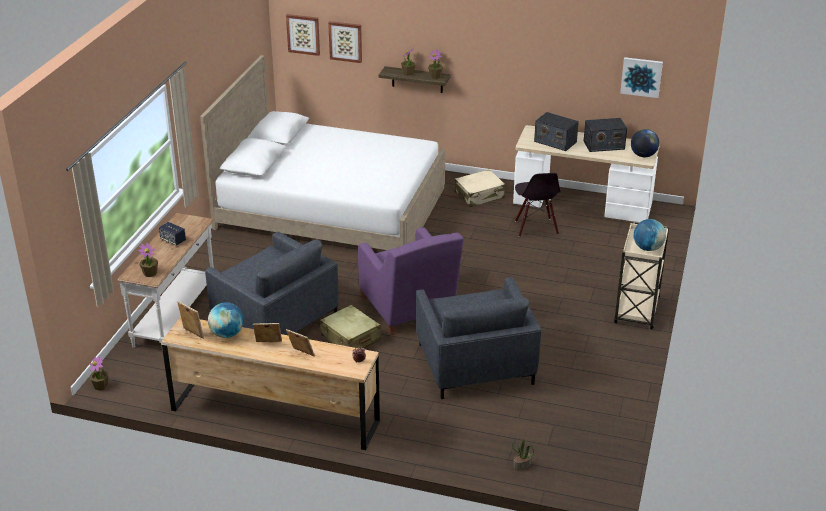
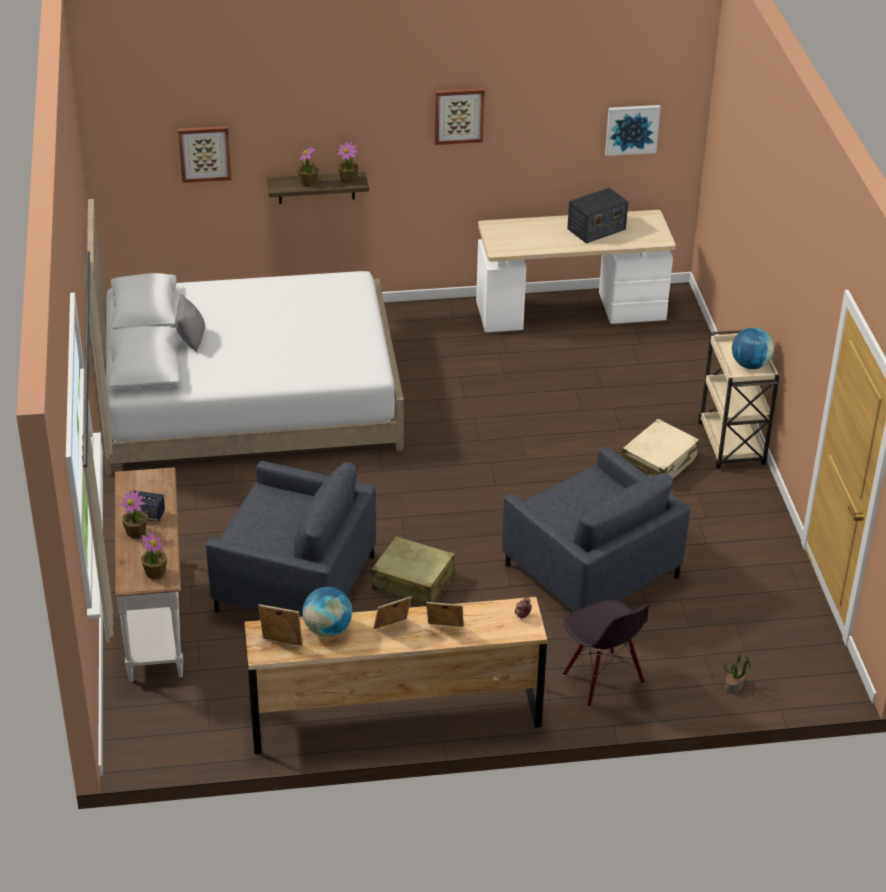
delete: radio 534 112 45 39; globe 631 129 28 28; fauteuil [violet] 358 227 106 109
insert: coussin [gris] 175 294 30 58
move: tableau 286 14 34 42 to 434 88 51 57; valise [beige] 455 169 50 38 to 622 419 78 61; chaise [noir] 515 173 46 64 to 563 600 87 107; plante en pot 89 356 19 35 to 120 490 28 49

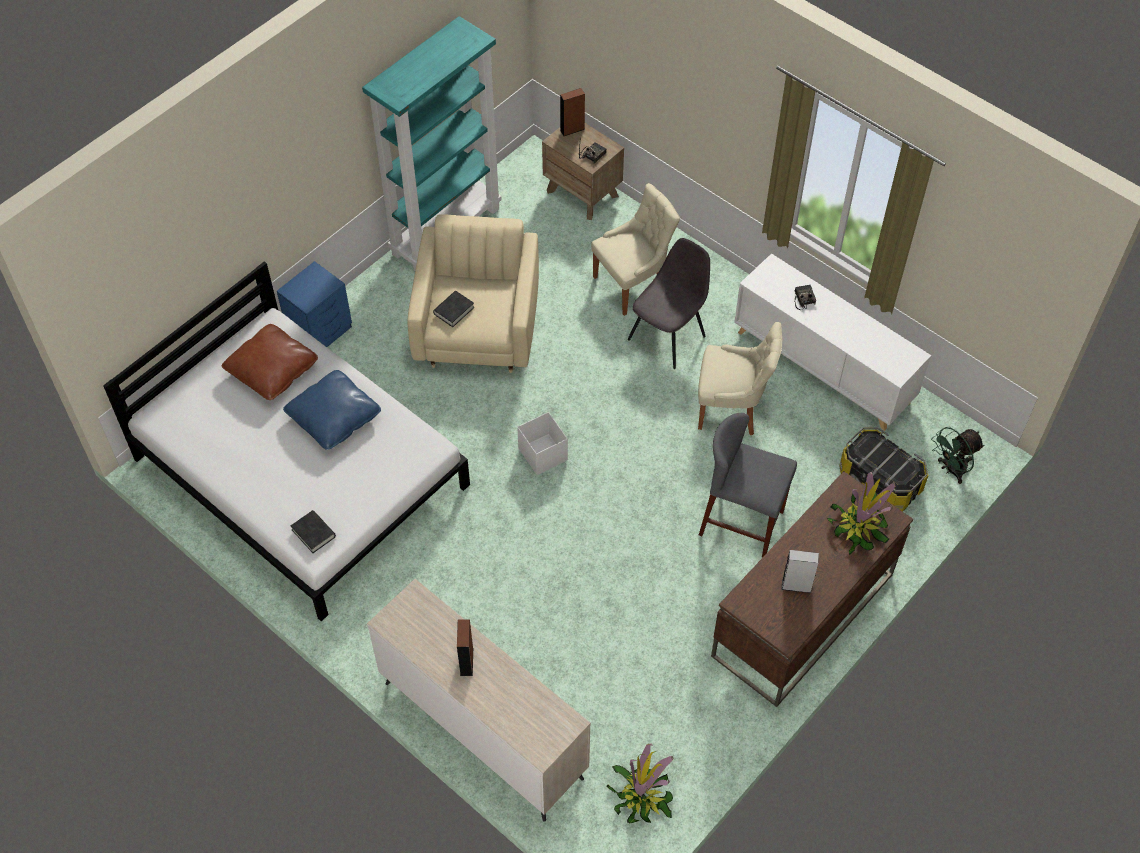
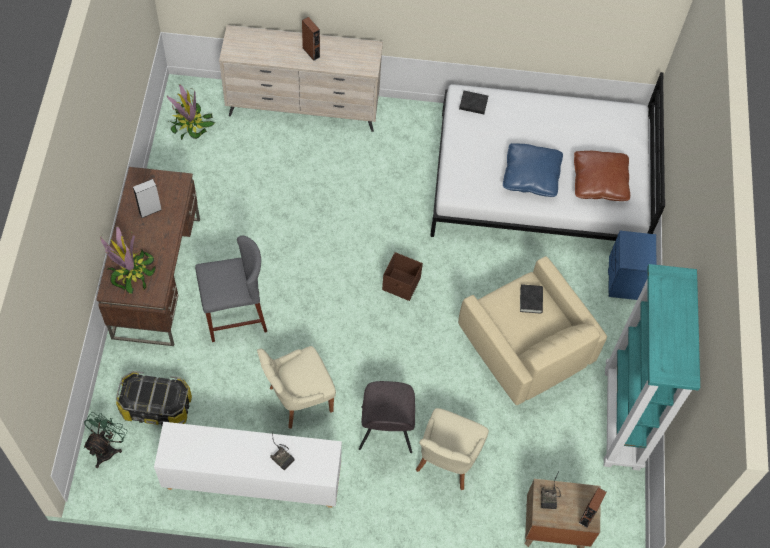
recolor: boîte de rangement [blanc] 517 412 51 63 to boîte de rangement [marron] 382 252 41 49

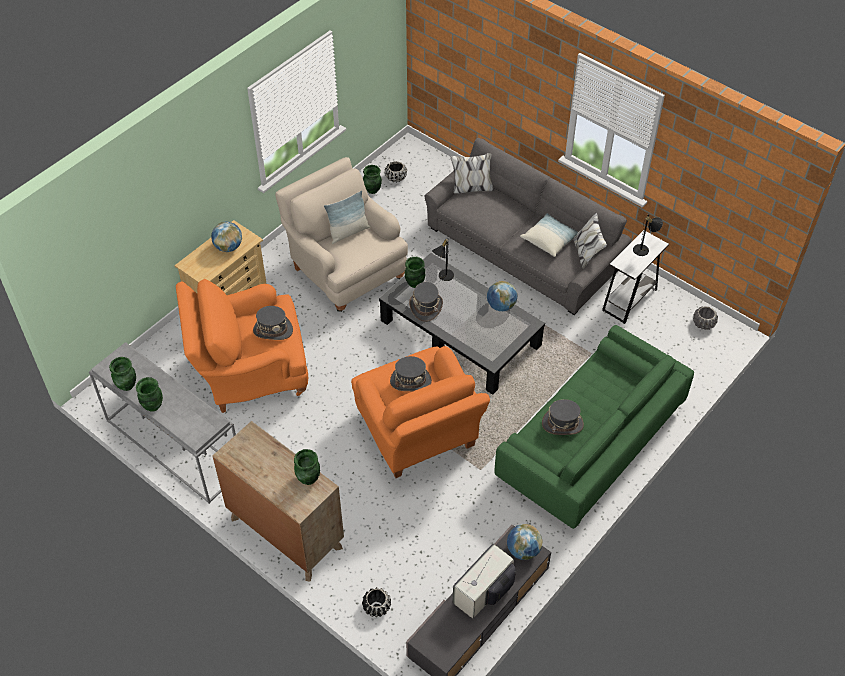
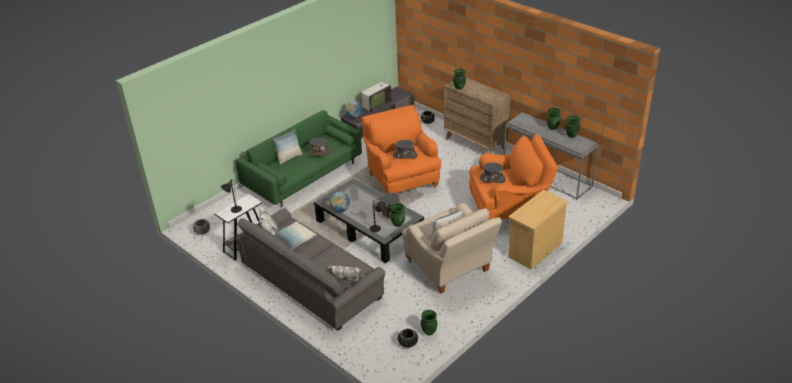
delete: globe 211 222 31 30
insert: coussin 272 129 31 36

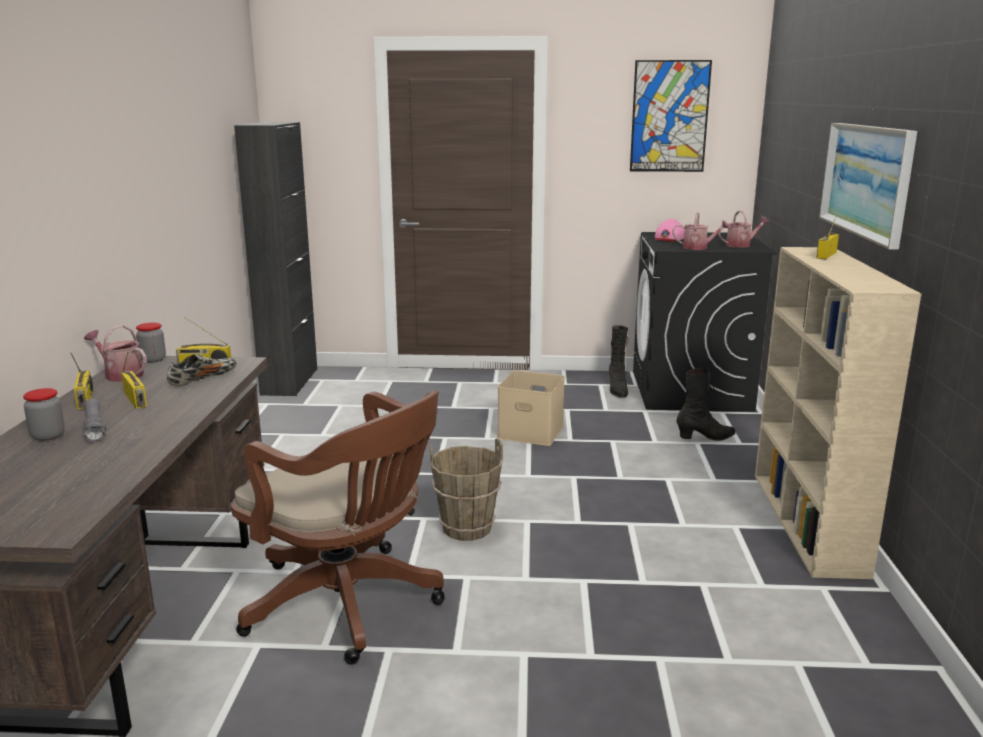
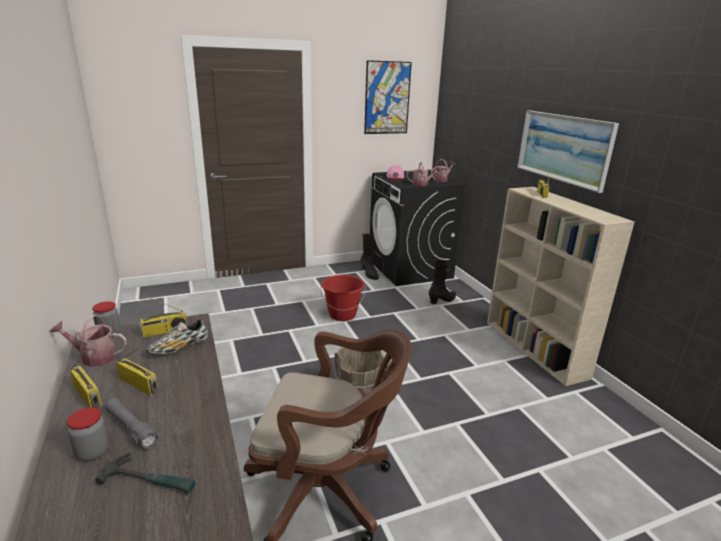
delete: meuble de rangement [noir] 234 122 83 274
insert: marteau 95 453 100 40
replace: boîte de rangement [beige] 498 370 67 76 to seau [rouge] 321 275 44 46
rotate: chaussure 167 354 69 33 = 146 319 62 36 150 degrees counterclockwise

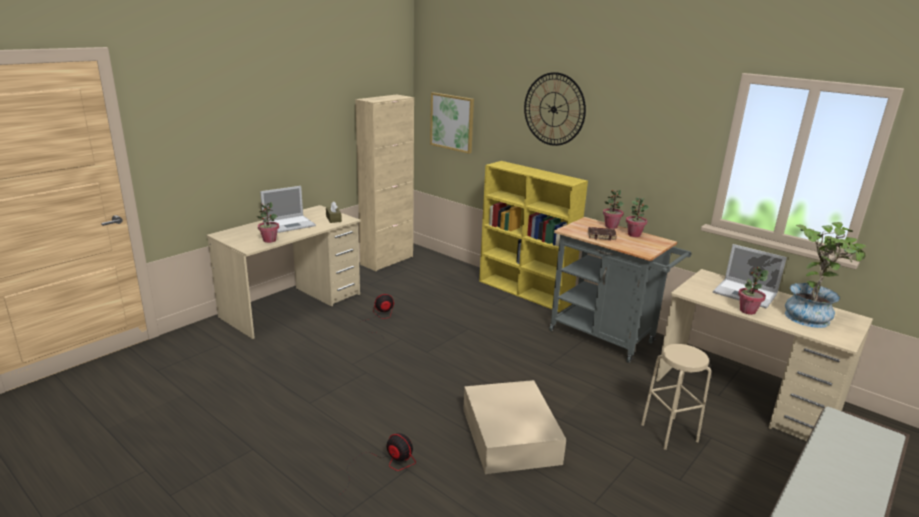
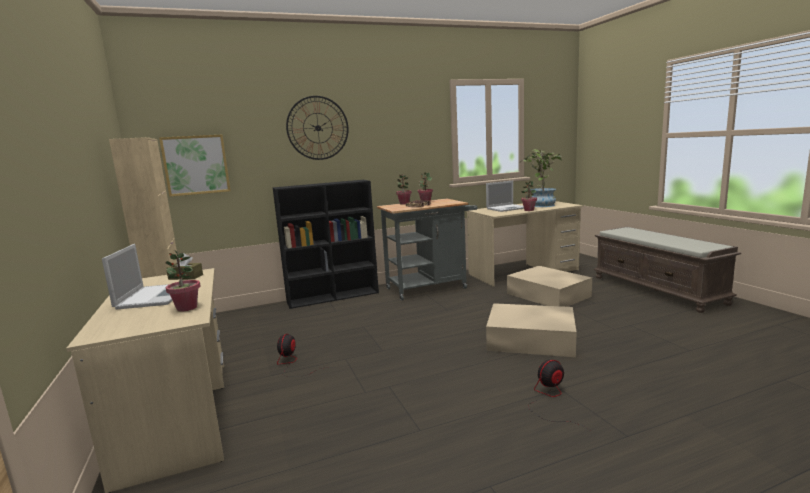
replace: tabouret [beige] 641 344 70 106 to boîte de rangement [beige] 507 266 85 41
recolor: bibliothèque [jaune] 479 161 109 151 to bibliothèque [noir] 273 180 106 129

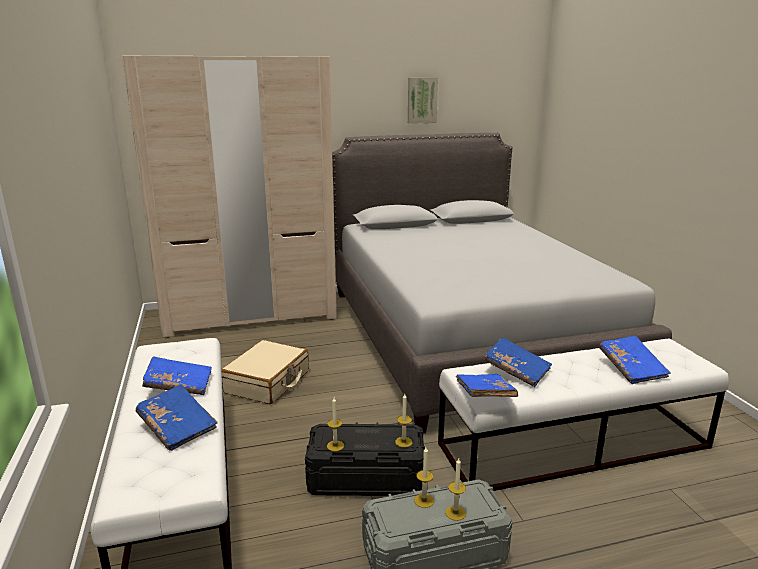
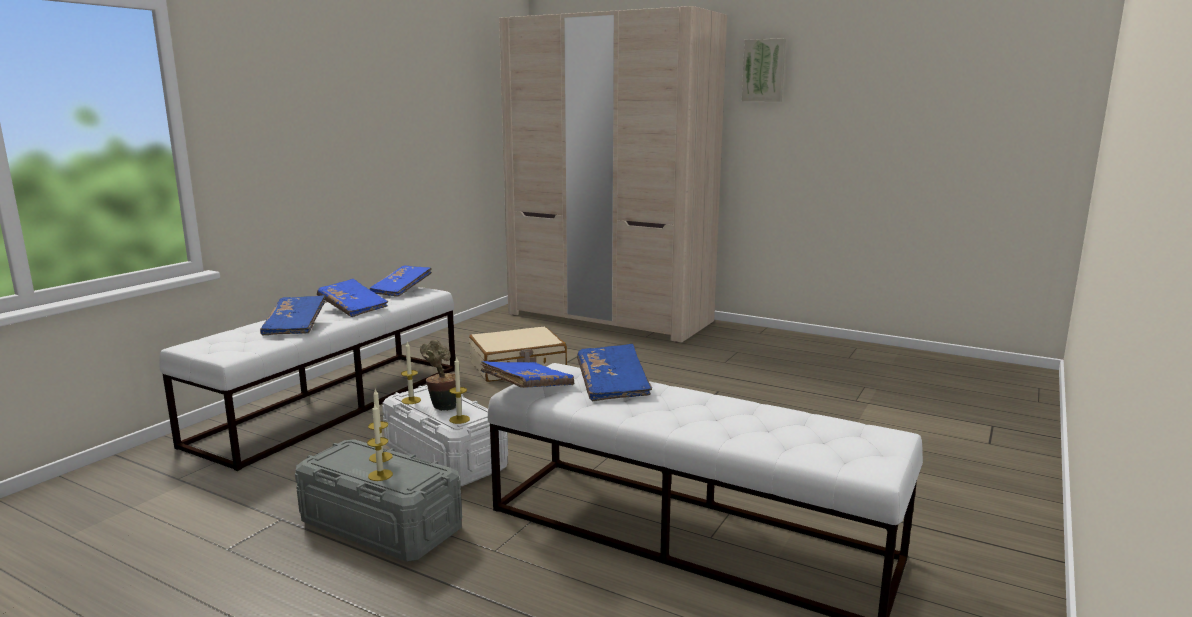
delete: lit [gris] 332 133 340 300
insert: plante en pot 420 340 36 71
move: tableau 408 77 30 47 to 742 38 44 63; livre [bleu] 599 335 72 49 to 370 265 62 32
recolor: boîte de rangement [noir] 305 422 120 74 to boîte de rangement [blanc] 382 385 126 101

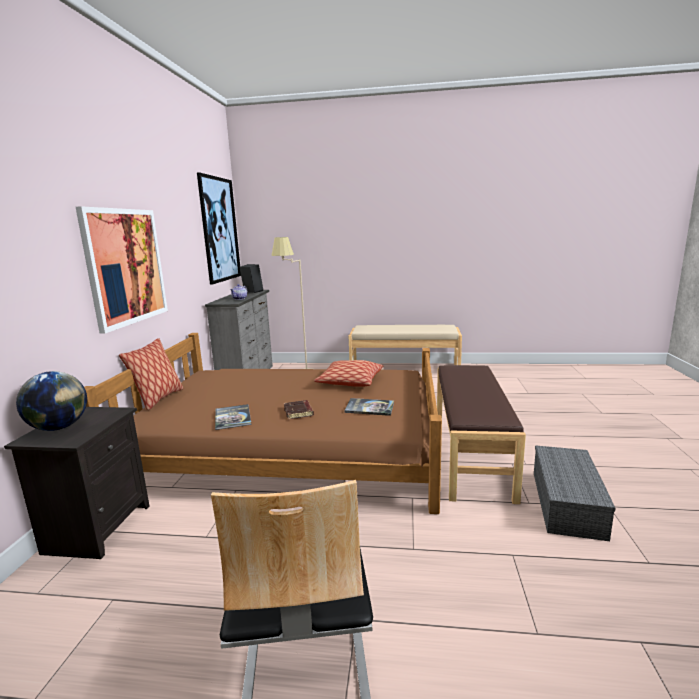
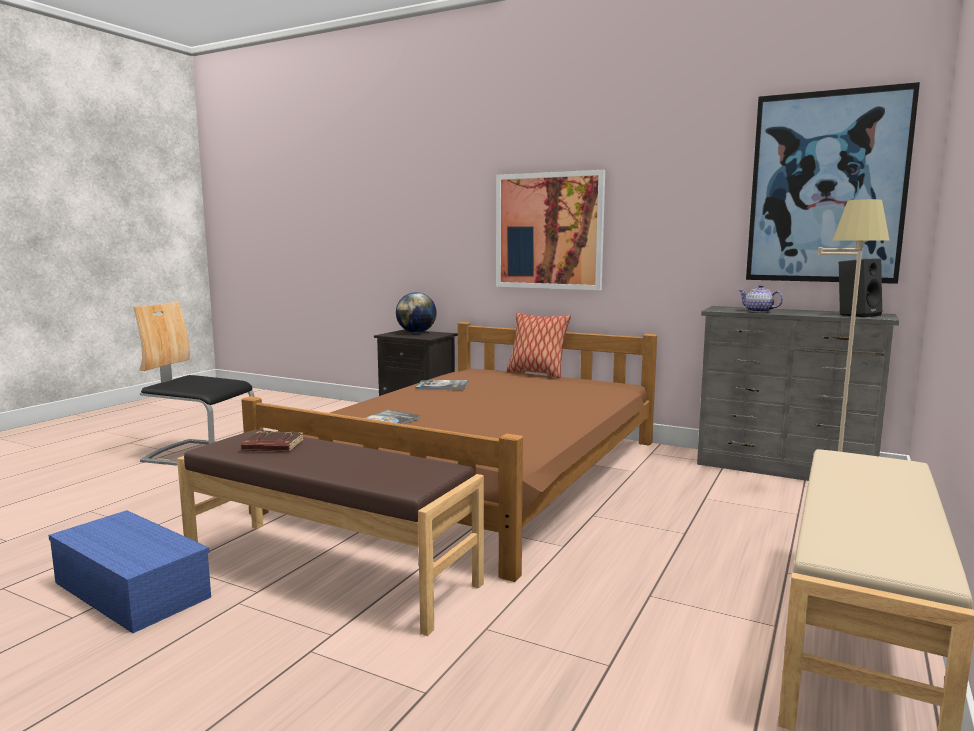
delete: coussin 314 360 69 27
move: livre [marron] 284 400 30 19 to 241 431 63 21
recolor: boîte de rangement [gris] 534 445 81 96 to boîte de rangement [bleu] 48 510 163 123

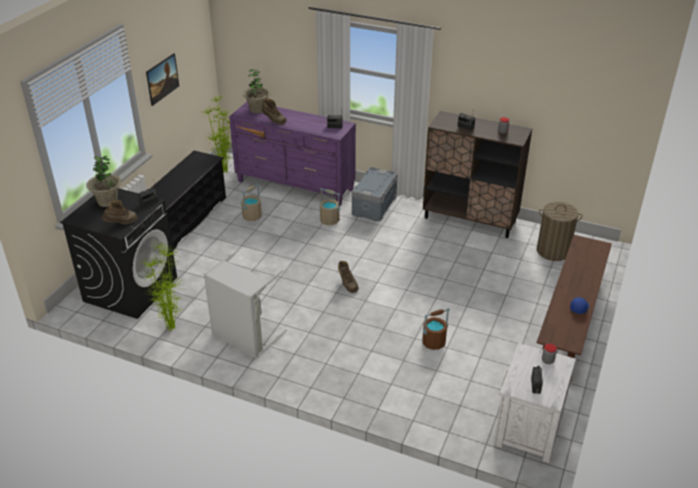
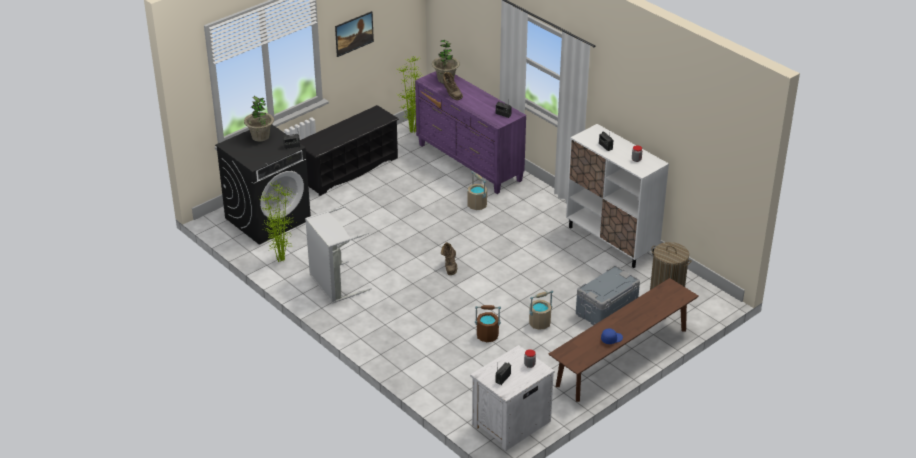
delete: botte [marron] 102 200 35 25
move: boîte de rangement [gris] 352 167 45 54 to 576 265 64 60; seau [beige] 241 183 21 38 to 529 290 24 40
recolor: meuble de rangement [marron] 423 111 109 127 to meuble de rangement [blanc] 566 124 103 144

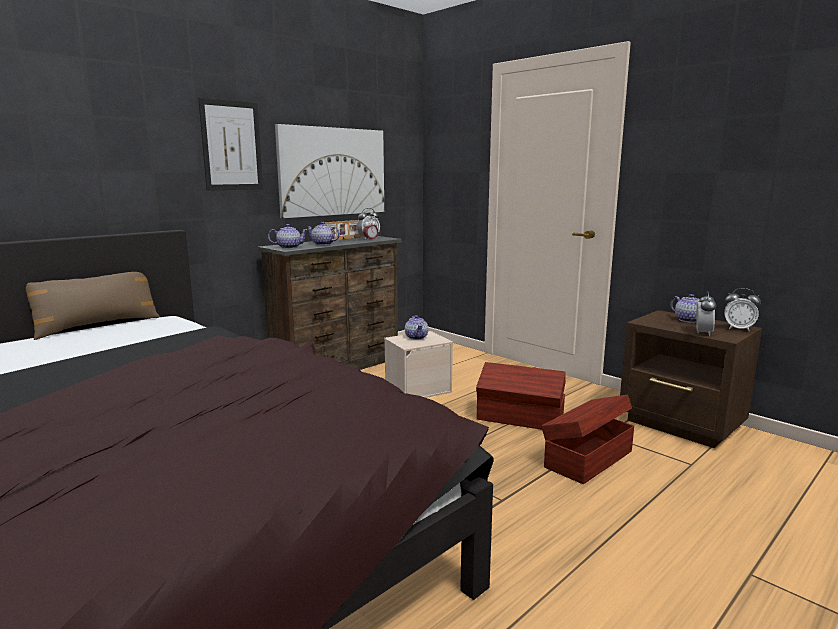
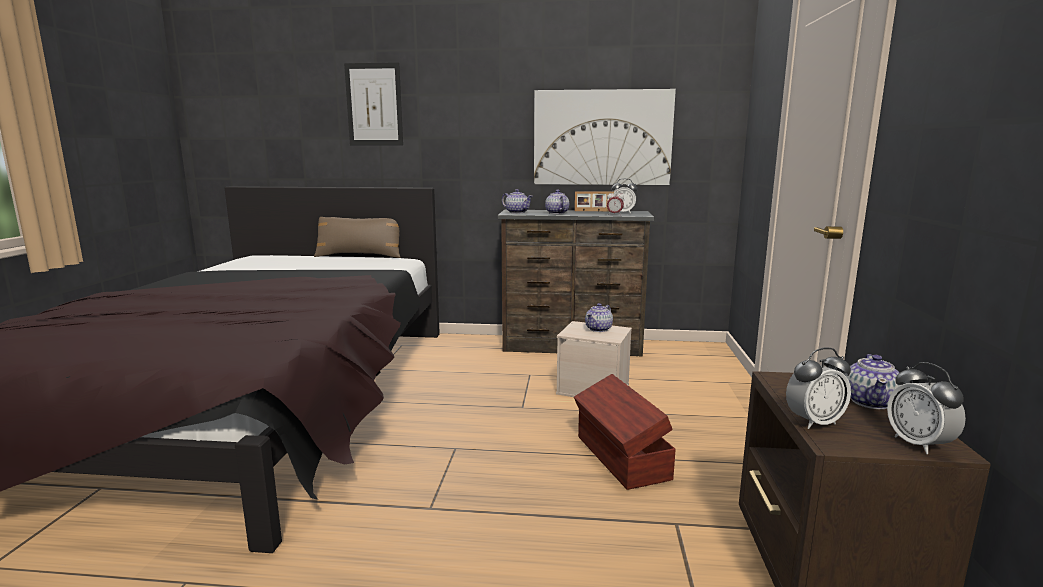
delete: boîte de rangement [marron] 541 395 93 89
move: tableau 198 98 65 93 to 344 62 59 83

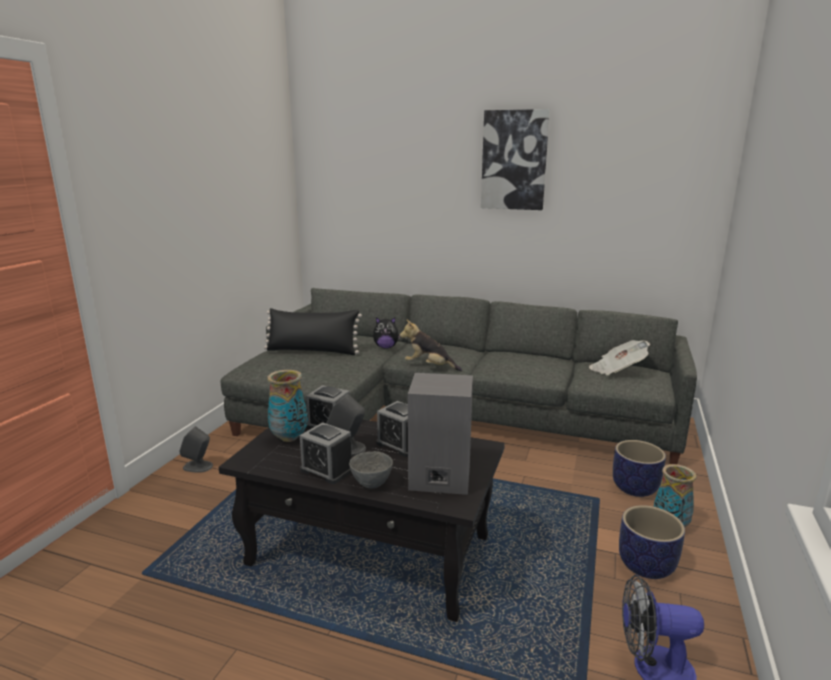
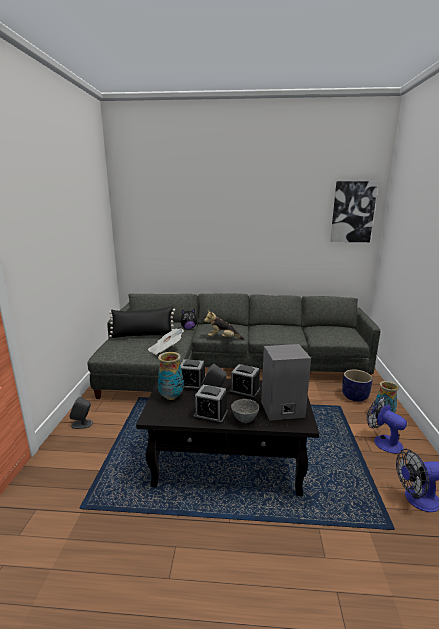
move: tableau 481 109 69 101 to 330 181 48 61; journal 589 340 61 35 to 148 329 36 26
replace: cache-pot 619 505 66 74 to ventilateur 367 396 40 58

